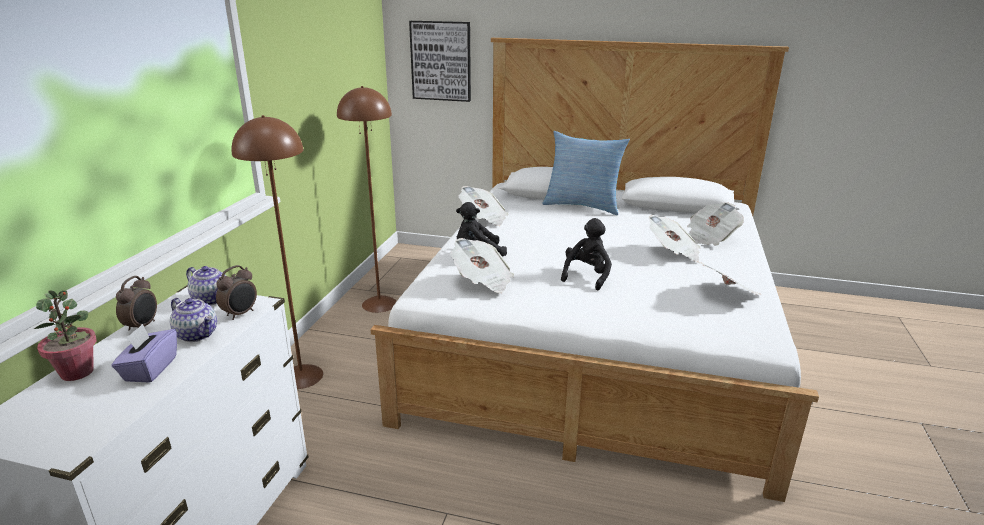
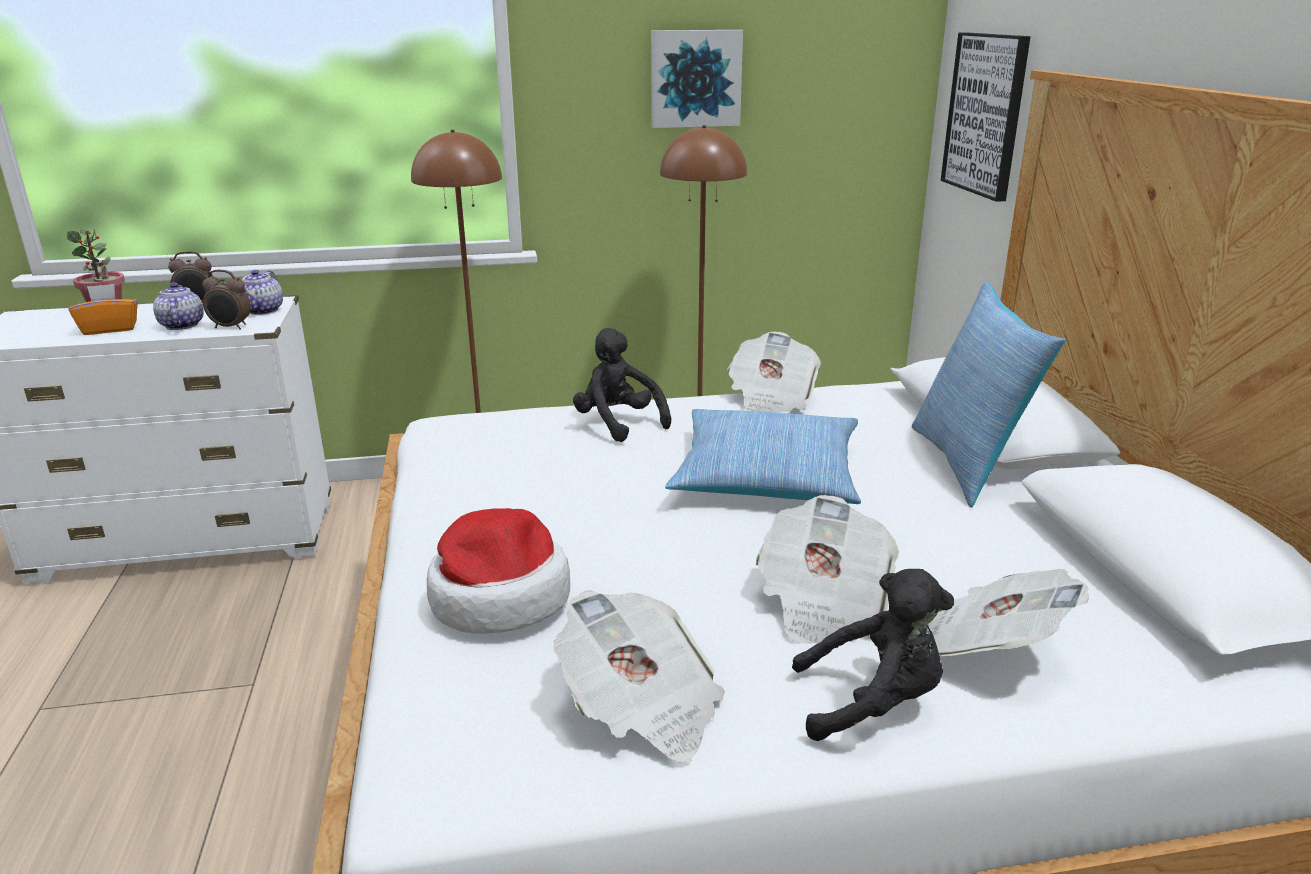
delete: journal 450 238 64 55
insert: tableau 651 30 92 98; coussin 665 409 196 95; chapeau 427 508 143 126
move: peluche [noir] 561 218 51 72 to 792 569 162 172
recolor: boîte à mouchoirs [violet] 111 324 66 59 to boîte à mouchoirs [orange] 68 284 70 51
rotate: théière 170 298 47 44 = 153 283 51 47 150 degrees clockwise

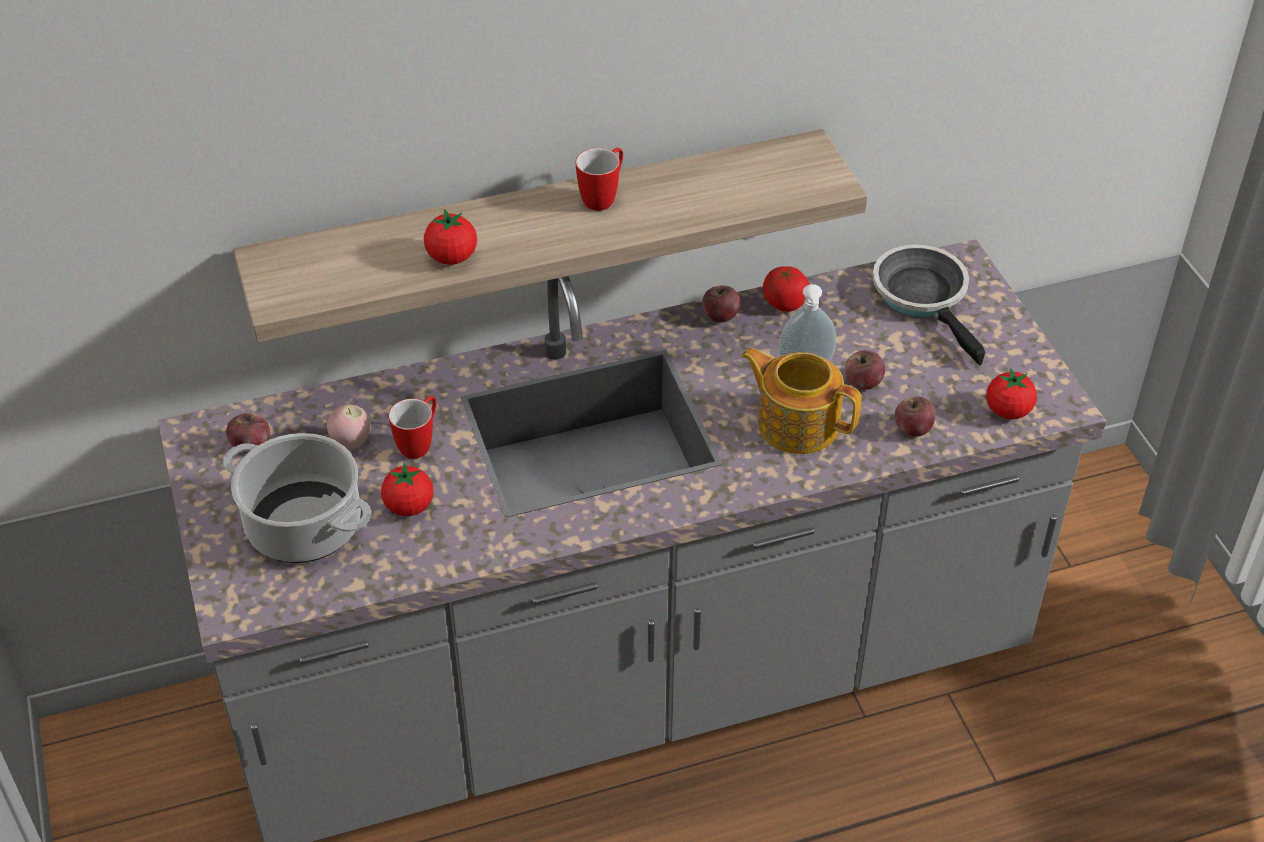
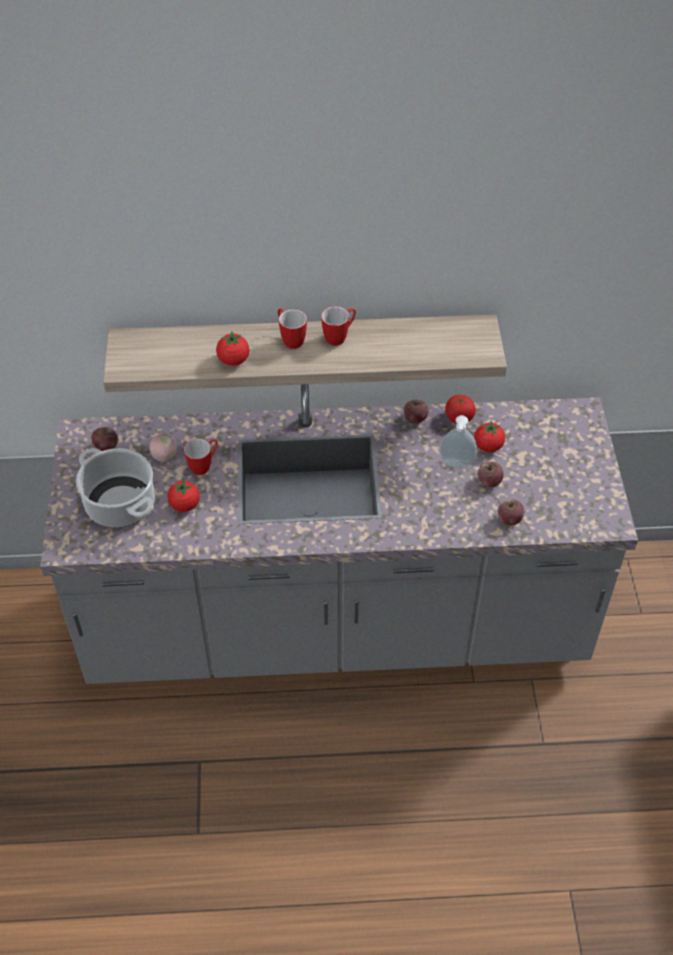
delete: poêle 872 244 113 122; théière 741 348 120 106
insert: mug 278 308 29 41
move: tomate 986 368 51 51 to 474 421 31 31

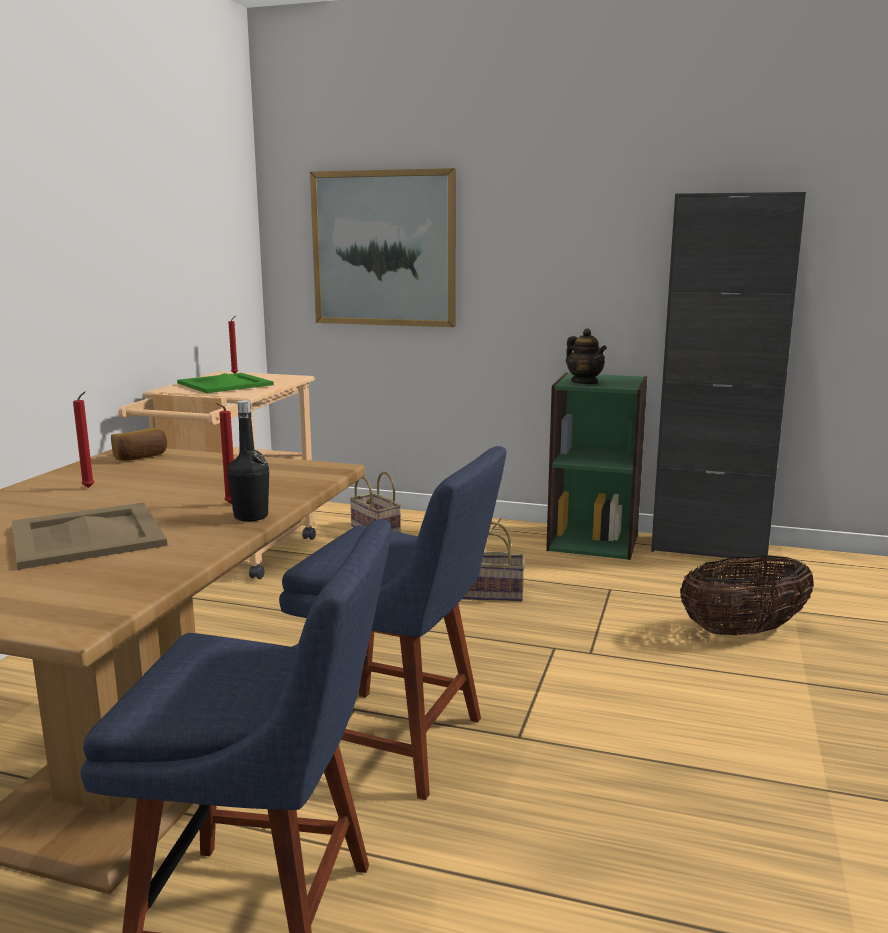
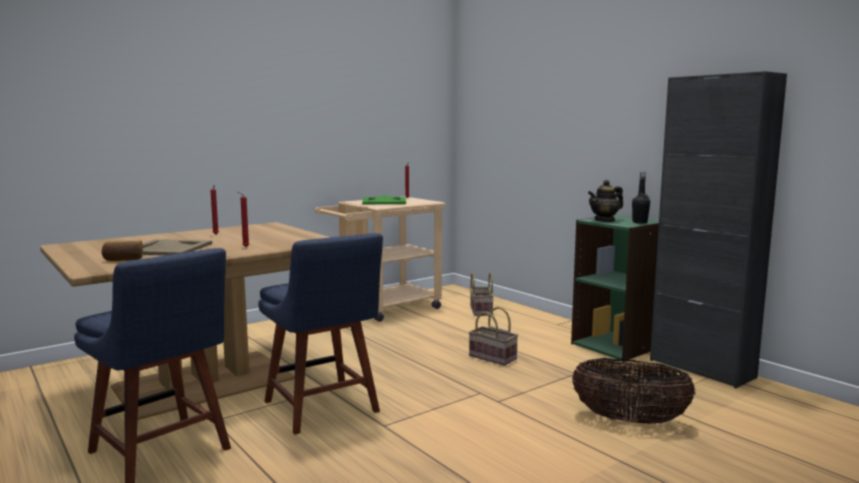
delete: tableau 310 168 146 159
move: bouteille [noir] 227 400 42 122 to 632 172 18 52; pain 111 427 56 34 to 102 240 41 21
rotate: théière 566 328 41 56 = 588 180 35 42 60 degrees clockwise

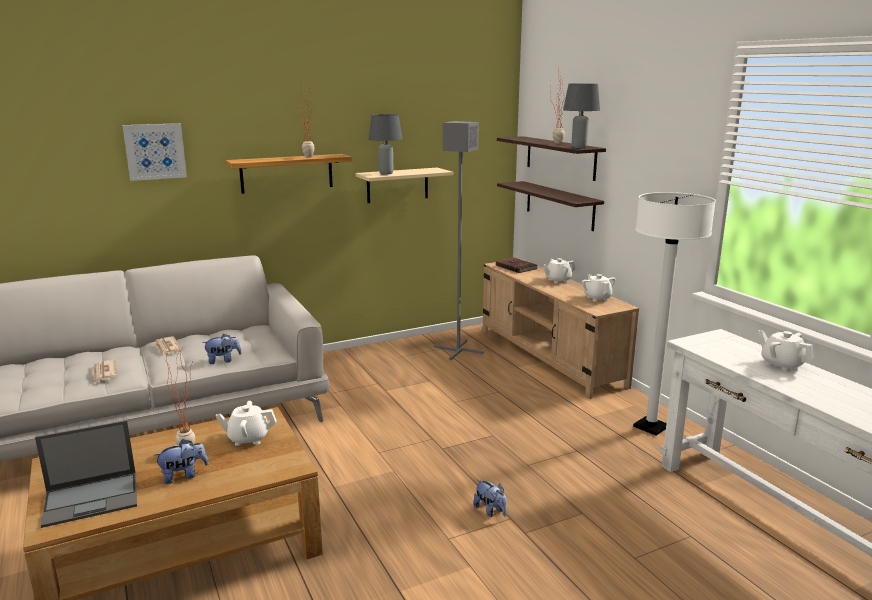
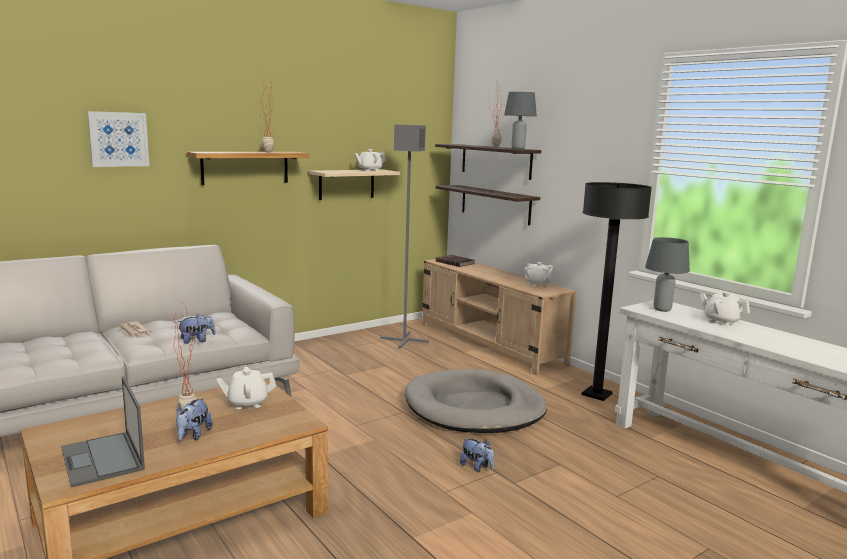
delete: journal 91 360 26 23
insert: panier pour chien [gris] 405 369 142 64
move: lampe de table [gris] 369 114 33 61 to 645 237 45 75; théière [blanc] 543 258 32 25 to 354 149 32 22
recolor: lampadaire [blanc] 633 192 83 244 to lampadaire [noir] 582 182 70 219
rotate: ordinateur portable 35 420 102 108 = 61 376 84 112 90 degrees clockwise; peluche 153 439 56 45 = 176 398 37 43 135 degrees clockwise

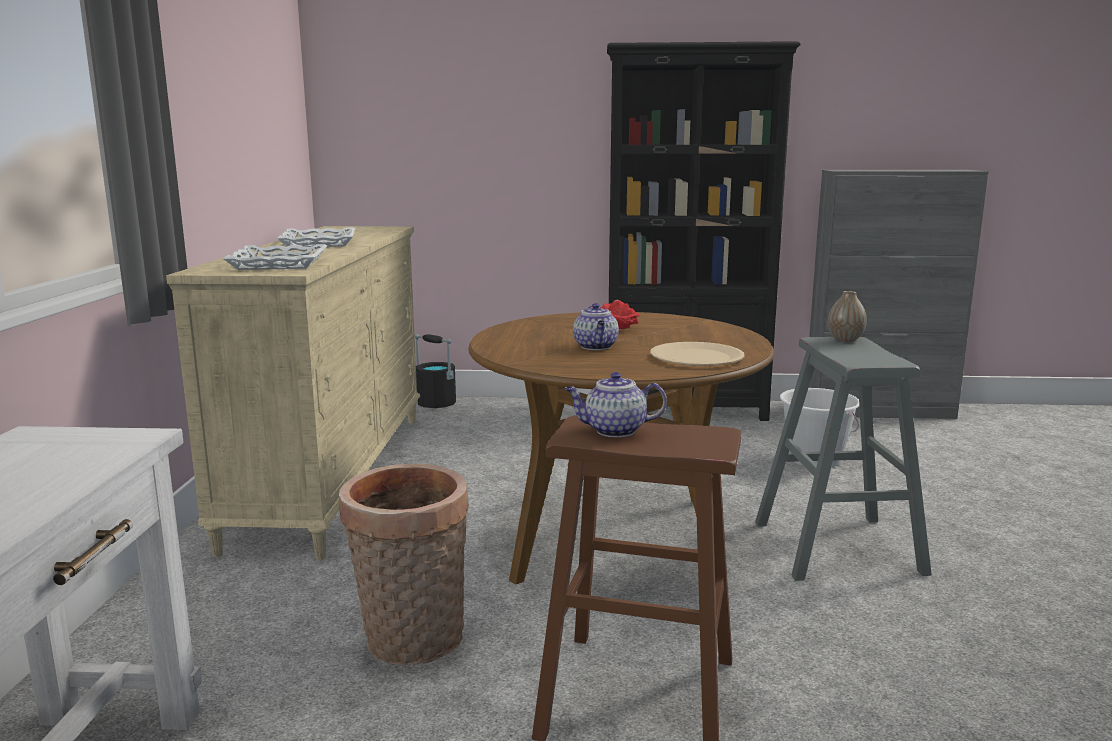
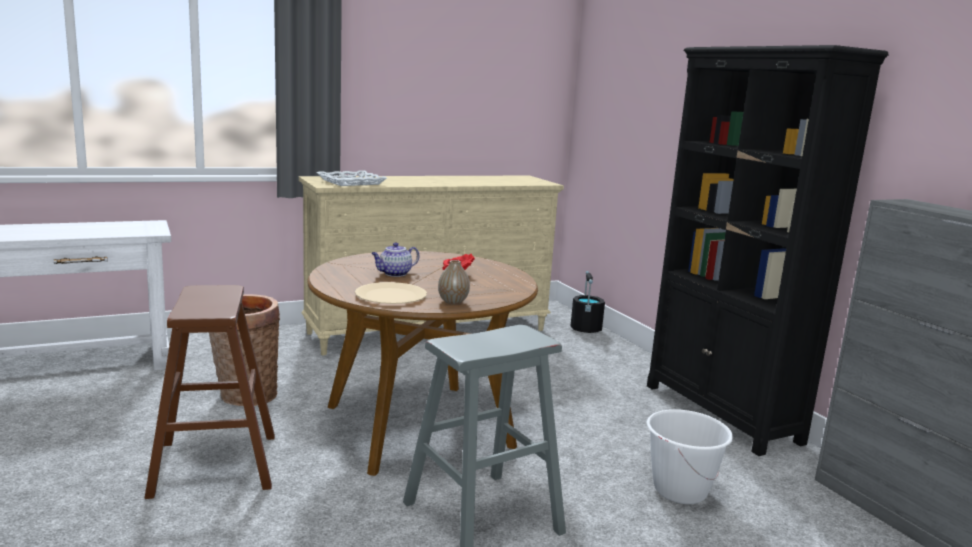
delete: plateau [blanc] 277 227 78 20; théière 565 372 102 65
move: vase 828 291 39 51 to 438 260 32 44

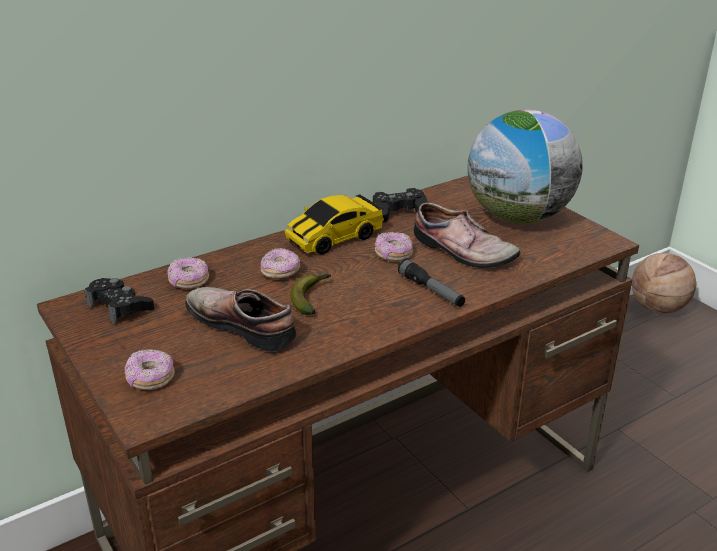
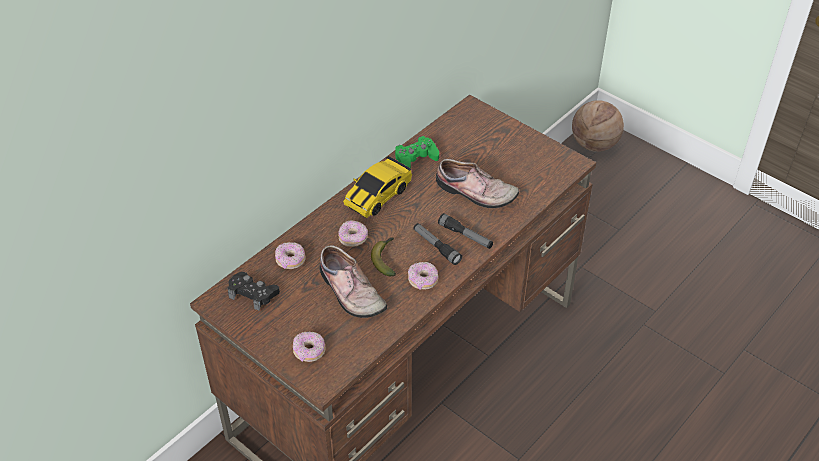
delete: globe 468 110 115 113
insert: lampe de poche 413 223 49 42
move: beignet 375 232 38 29 to 408 262 30 28
recolor: manette [noir] 373 188 55 35 to manette [vert] 395 136 44 32
rotate: chaussure 185 287 111 65 = 319 245 68 73 150 degrees counterclockwise

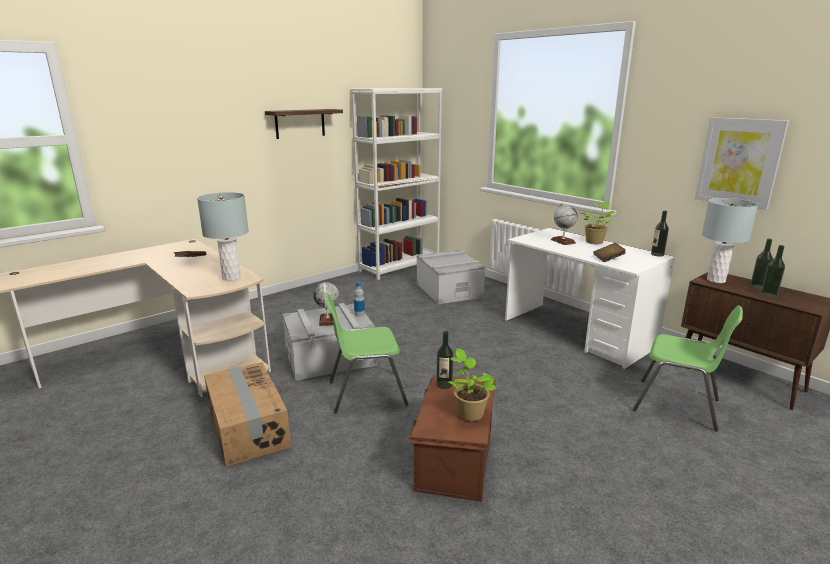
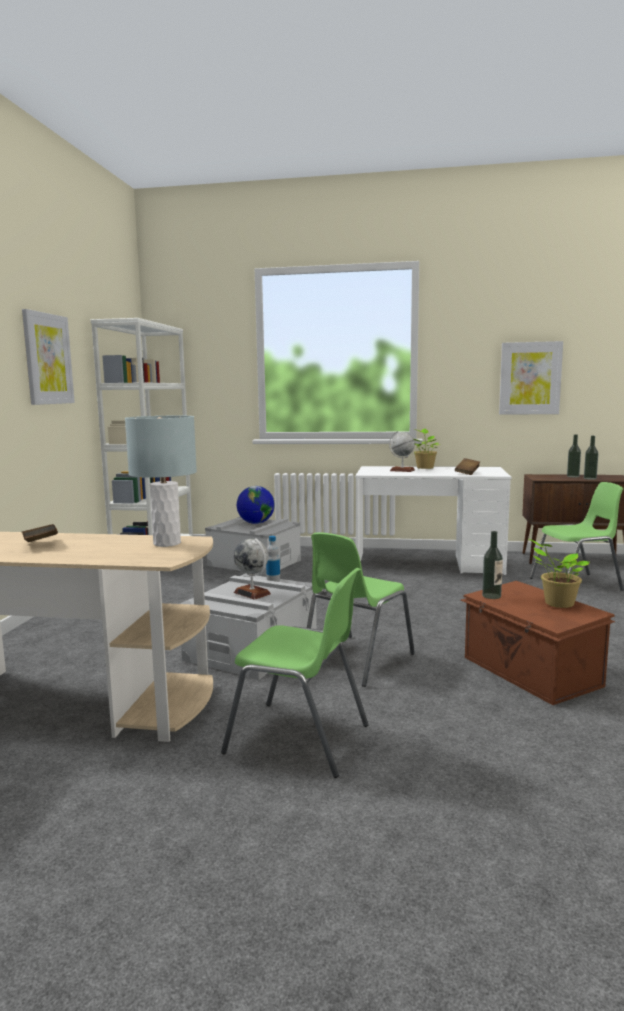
delete: lampe de table [gris] 702 198 56 85; bouteille 651 210 18 47
insert: globe 237 486 38 38
replace: étagère 265 109 78 30 to tableau 22 309 53 96; carton 204 362 87 105 to chaise [vert] 221 568 148 210

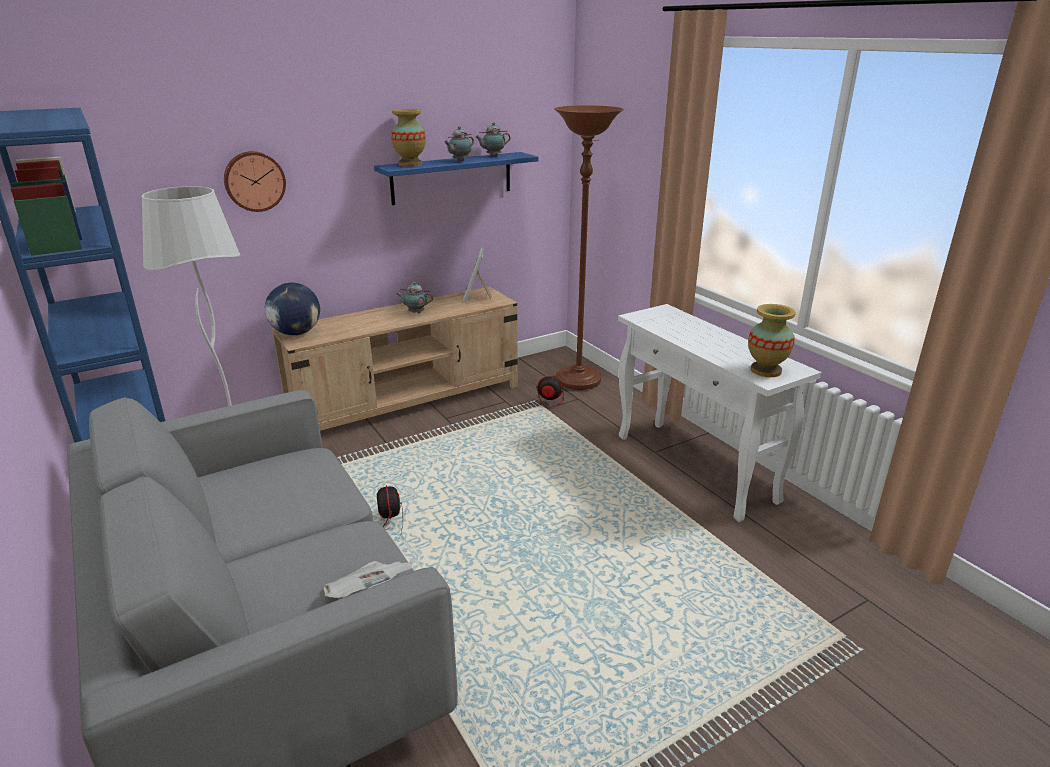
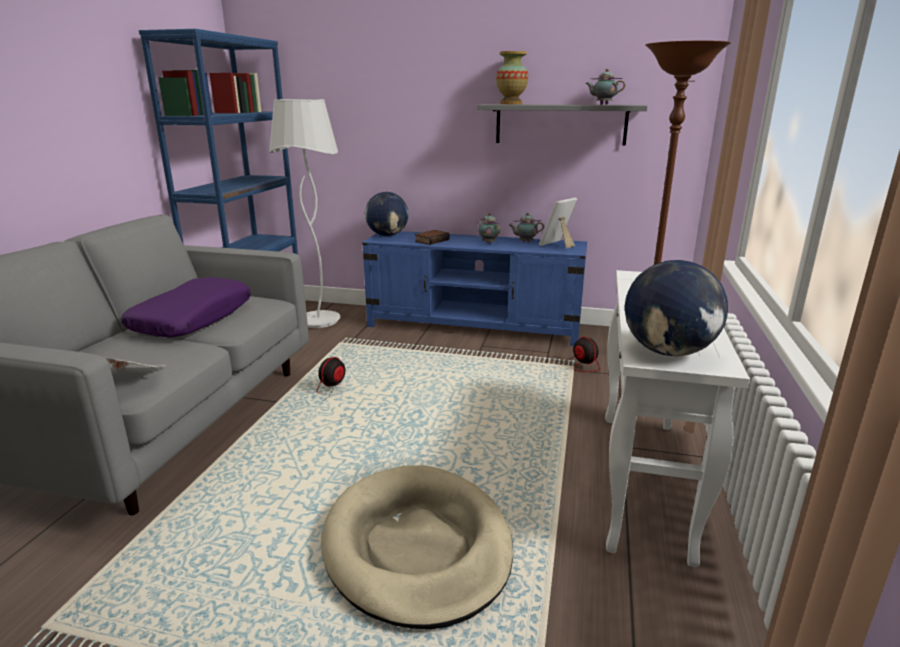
delete: horloge murale 224 151 62 61
insert: livre 415 230 35 15; coussin [violet] 121 277 130 61; panier pour chien [beige] 321 465 192 164
move: théière 444 126 30 36 to 509 213 35 30
replace: vase 748 304 48 73 to globe 625 260 103 96
recolor: étagère [bleu] 374 152 165 53 to étagère [gris] 477 104 171 42; meuble télé [beige] 272 286 246 145 to meuble télé [bleu] 362 231 225 115

